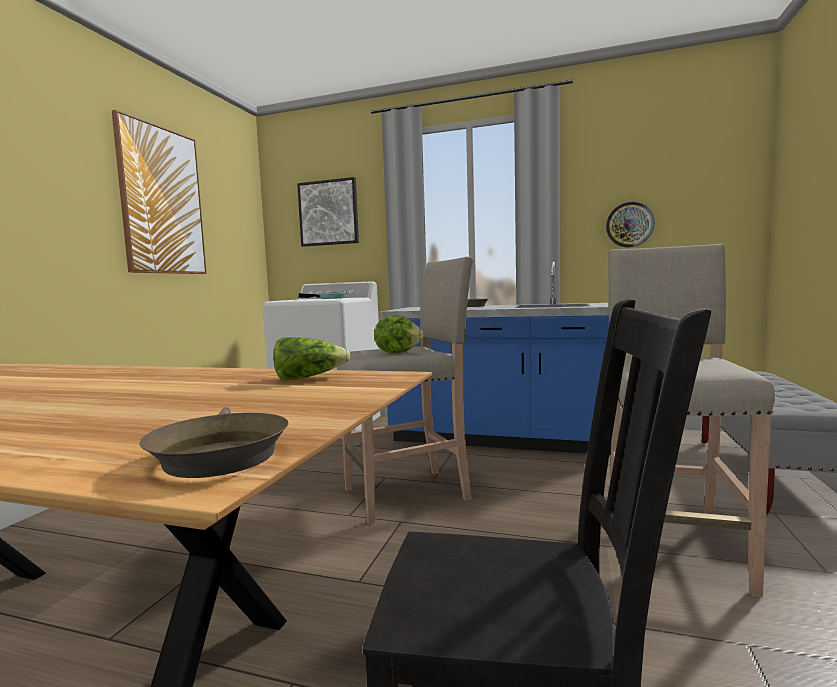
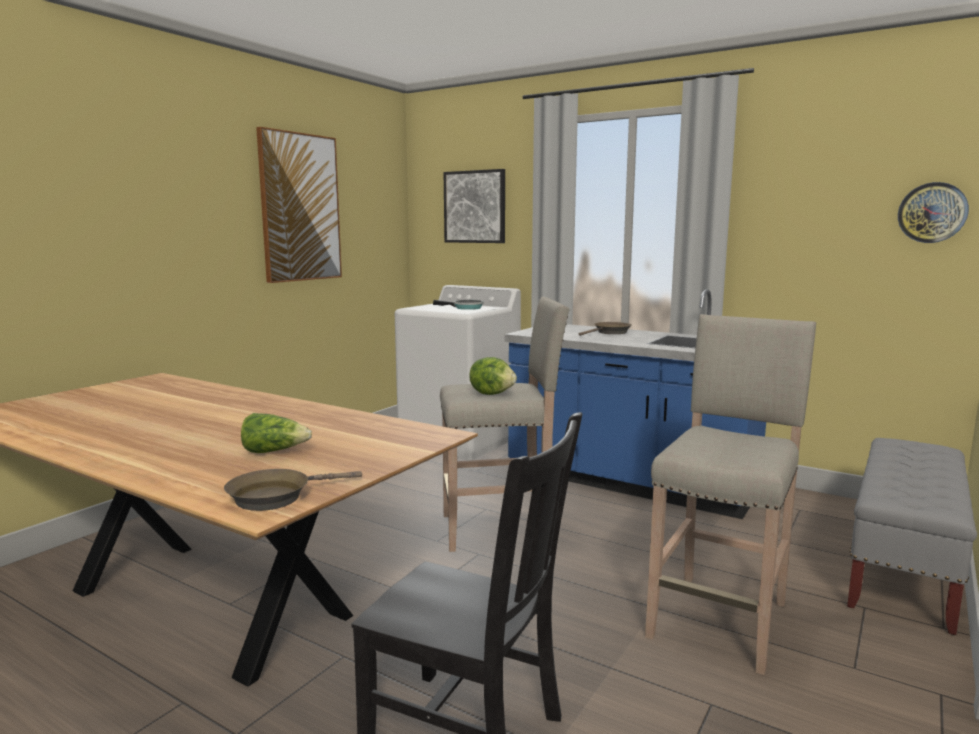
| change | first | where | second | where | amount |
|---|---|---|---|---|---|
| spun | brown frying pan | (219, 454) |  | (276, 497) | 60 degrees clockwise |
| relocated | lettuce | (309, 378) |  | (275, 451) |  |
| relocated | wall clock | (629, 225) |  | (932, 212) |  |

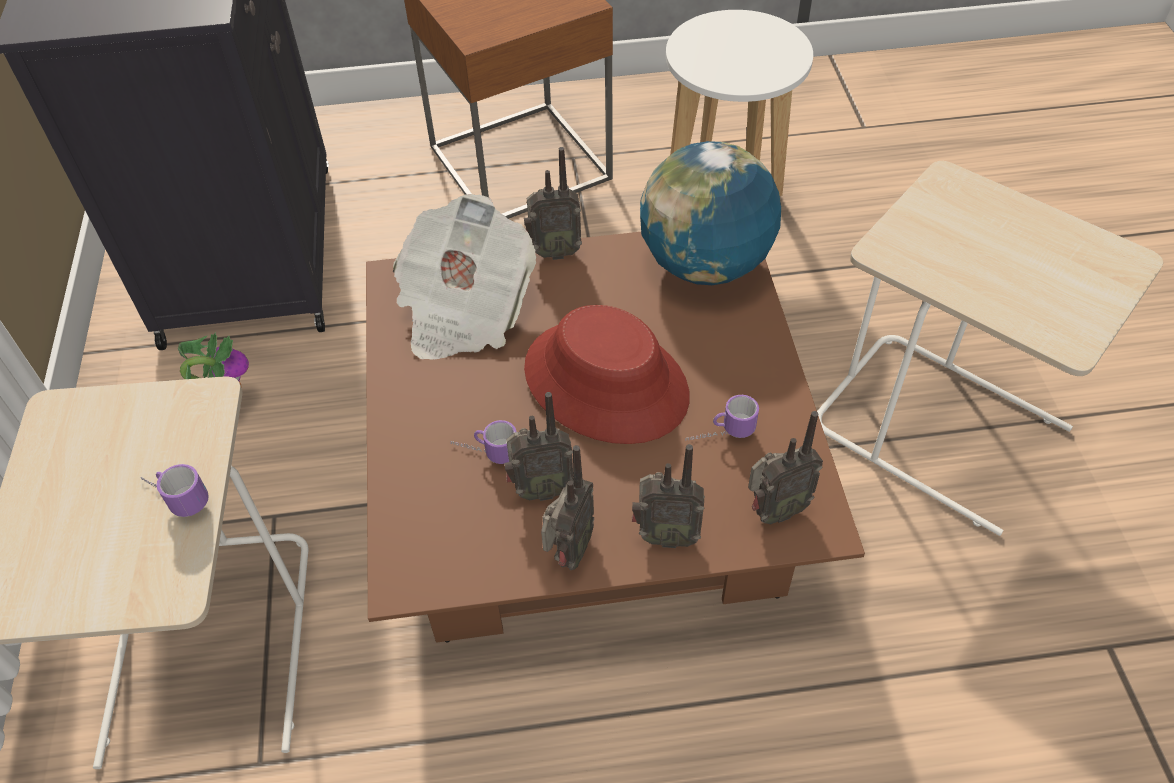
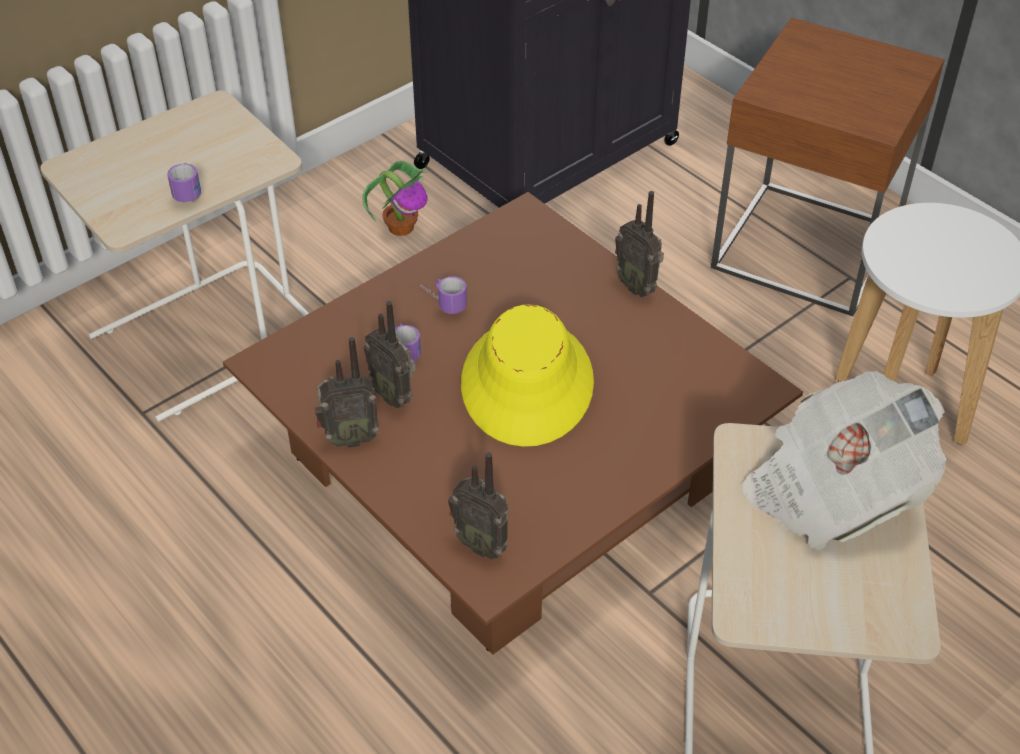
| change | first | where | second | where | amount |
|---|---|---|---|---|---|
| relocated | newspaper | (464, 308) |  | (834, 490) |  |
| colour | red hat | (606, 382) | yellow hat | (528, 383) |  |
| missing | radio | (665, 535) |  |  |  |
| missing | globe | (705, 264) |  |  |  |
| relocated | mug | (719, 434) |  | (441, 302) |  |

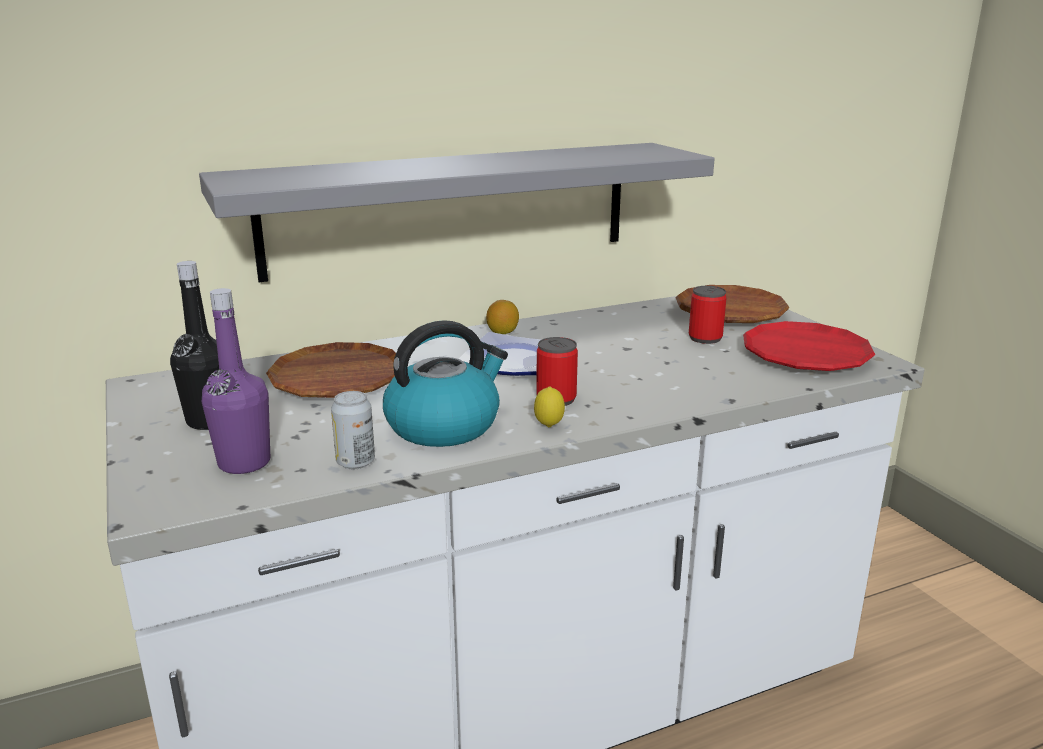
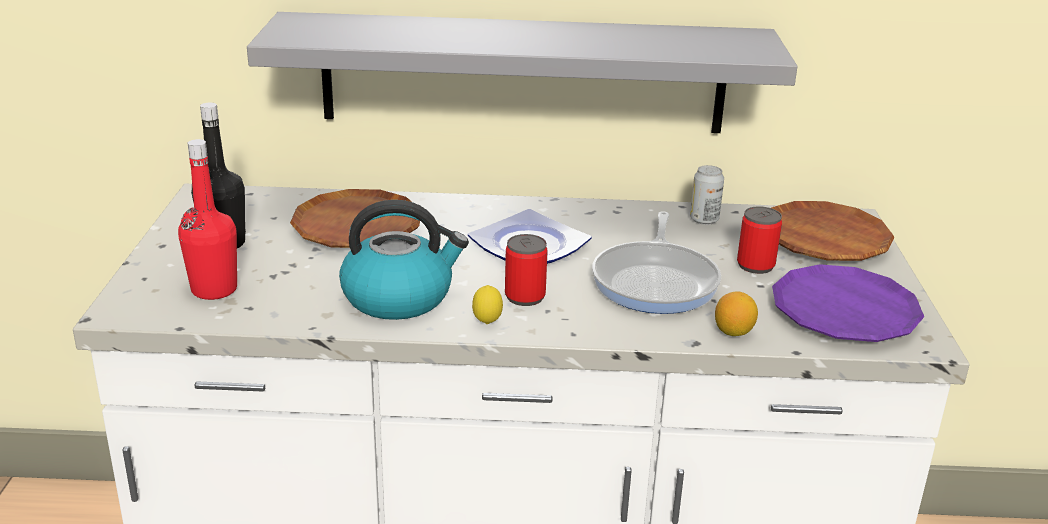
| change | first | where | second | where | amount |
|---|---|---|---|---|---|
| colour | purple bottle | (244, 463) | red bottle | (214, 290) |  |
| relocated | can | (355, 462) |  | (704, 220) |  |
| relocated | lemon | (502, 332) |  | (733, 332) |  |
| colour | red plate | (805, 355) | purple plate | (844, 313) |  |
| appeared |  |  | frying pan | (656, 281) |  |

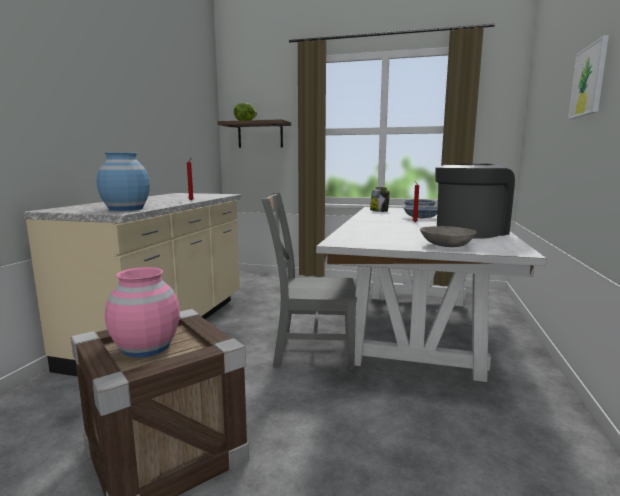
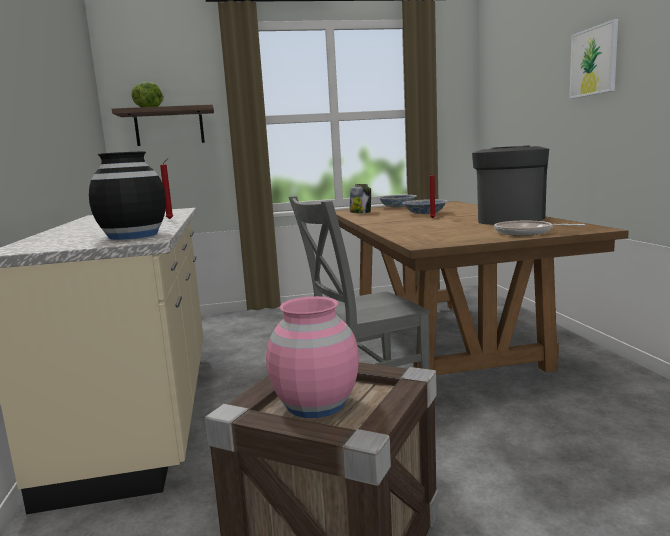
| change | first | where | second | where | amount |
|---|---|---|---|---|---|
| colour | blue vase | (126, 209) | black vase | (133, 236) |  |
| colour | white dining table | (415, 328) | brown dining table | (441, 339) |  |
| exchanged | grey bowl | (446, 245) | frying pan | (526, 232) |  |

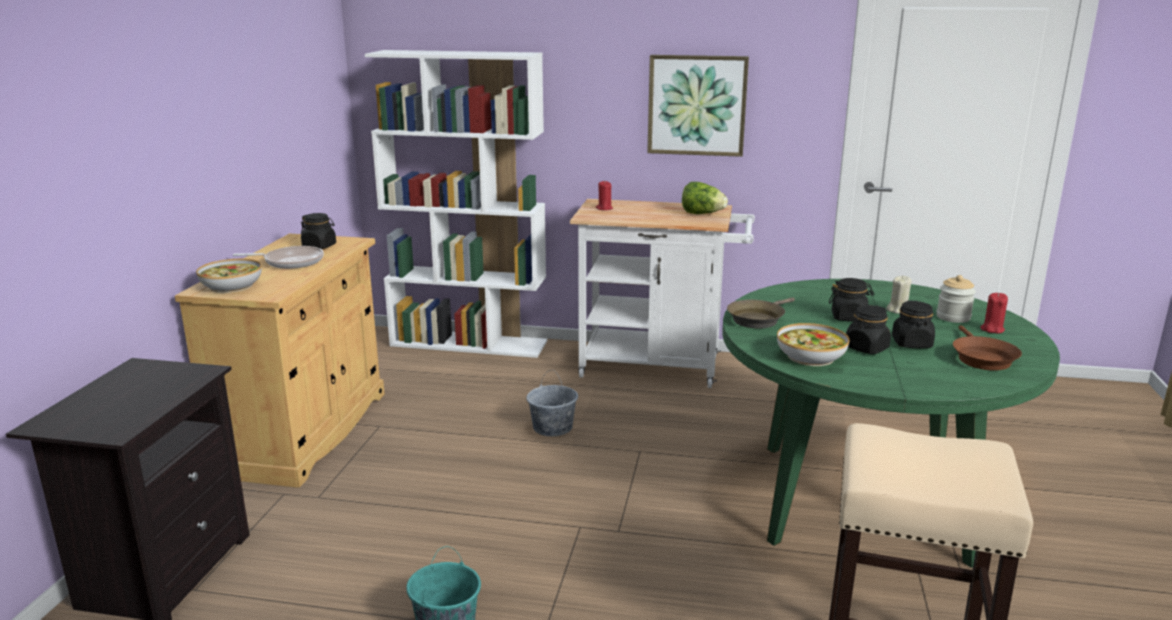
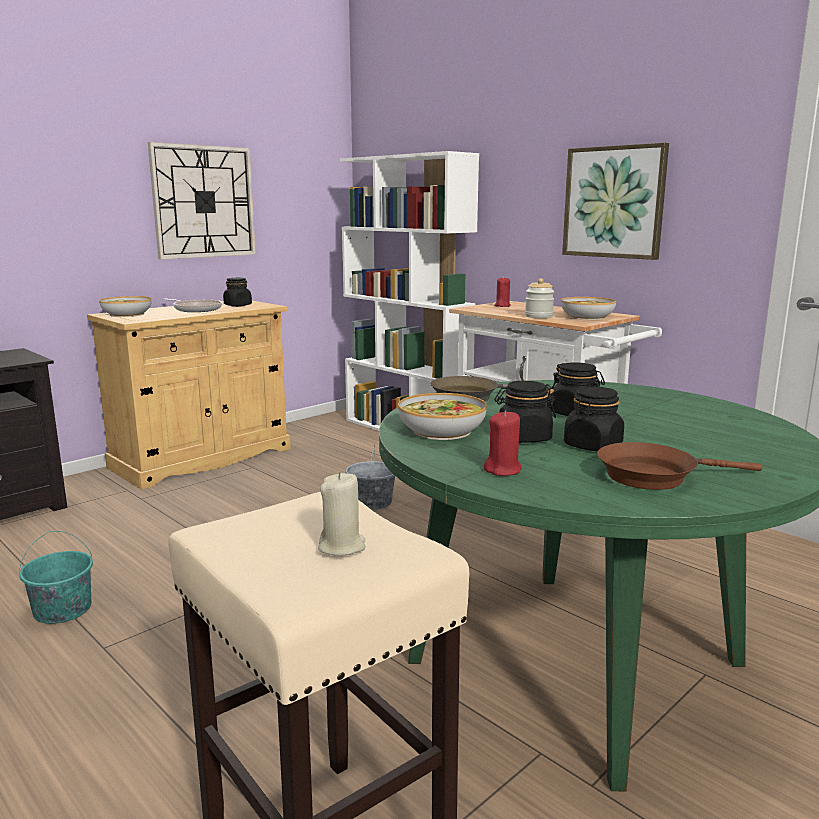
| change | first | where | second | where | amount |
|---|---|---|---|---|---|
| exchanged | lettuce | (702, 214) | bowl | (587, 317) |  |
| relocated | beige candle | (898, 310) |  | (342, 546) |  |
| relocated | jar | (953, 317) |  | (538, 316) |  |
| spun | brown frying pan | (981, 358) |  | (654, 476) | 45 degrees clockwise |
| relocated | red candle | (992, 329) |  | (503, 470) |  |
| appeared |  |  | wall clock | (204, 202) |  |

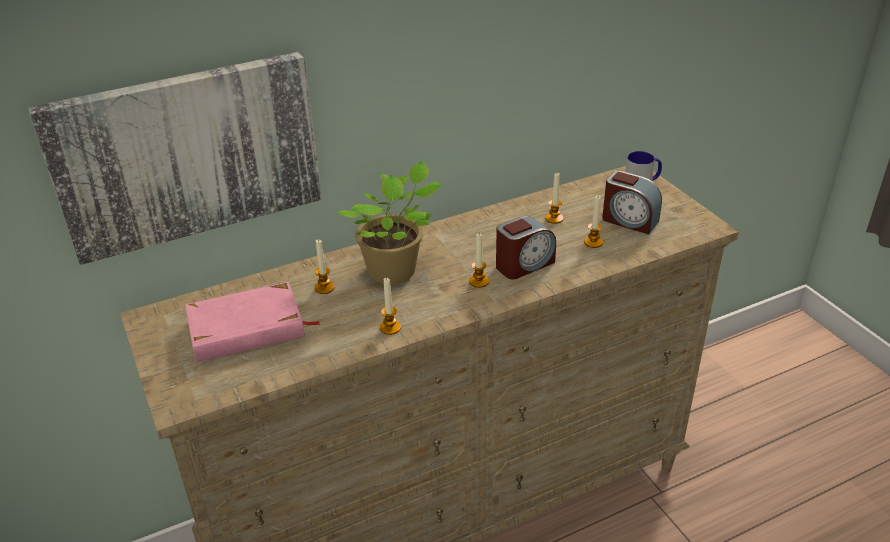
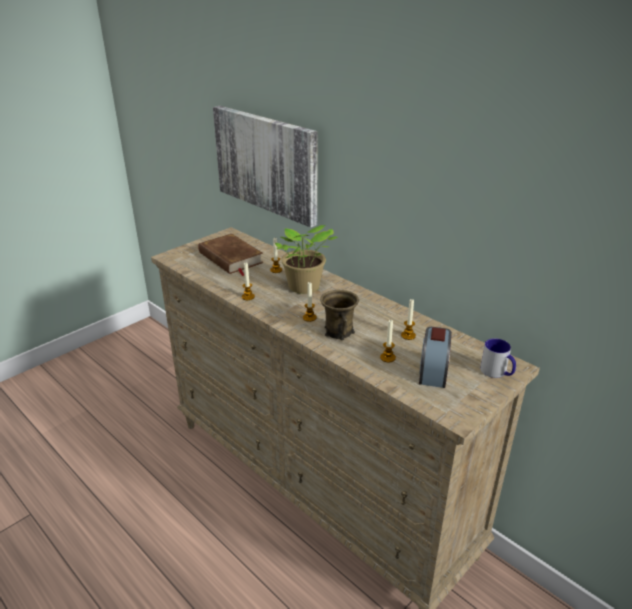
| change | first | where | second | where | amount |
|---|---|---|---|---|---|
| colour | pink book | (247, 329) | brown book | (230, 258) |  |
| exchanged | alarm clock | (524, 265) | brown mug | (339, 332) |  |

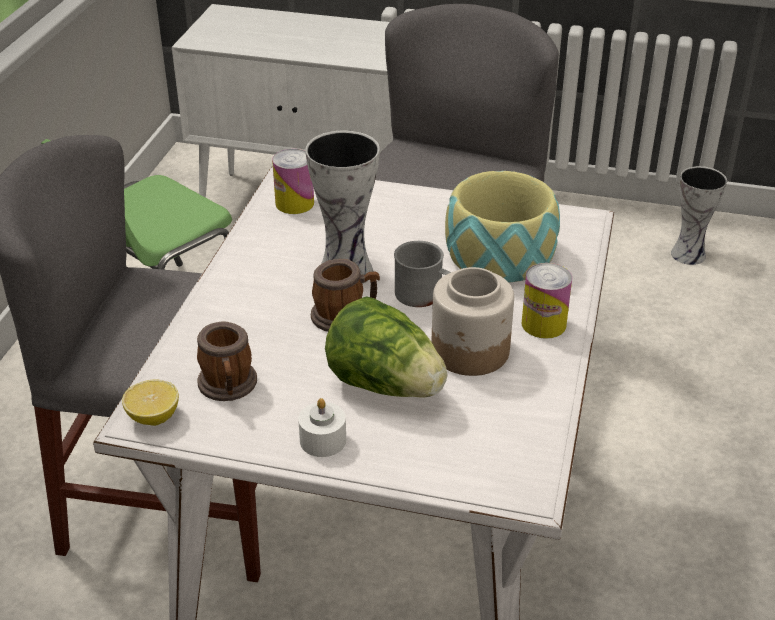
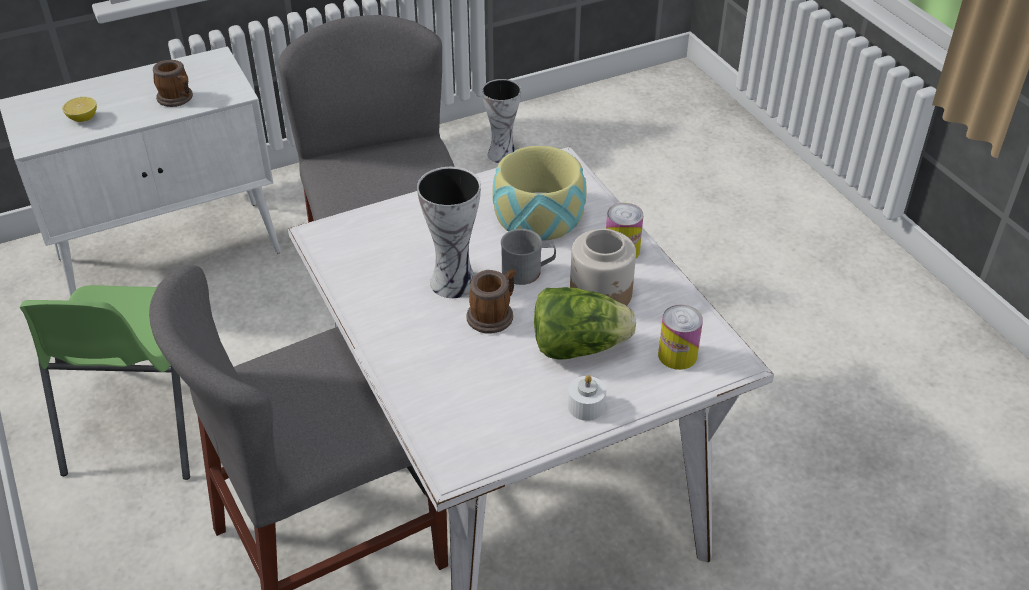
| change | first | where | second | where | amount |
|---|---|---|---|---|---|
| relocated | lemon | (153, 417) |  | (83, 118) |  |
| relocated | mug | (228, 387) |  | (178, 99) |  |
| relocated | can | (294, 203) |  | (677, 355) |  |

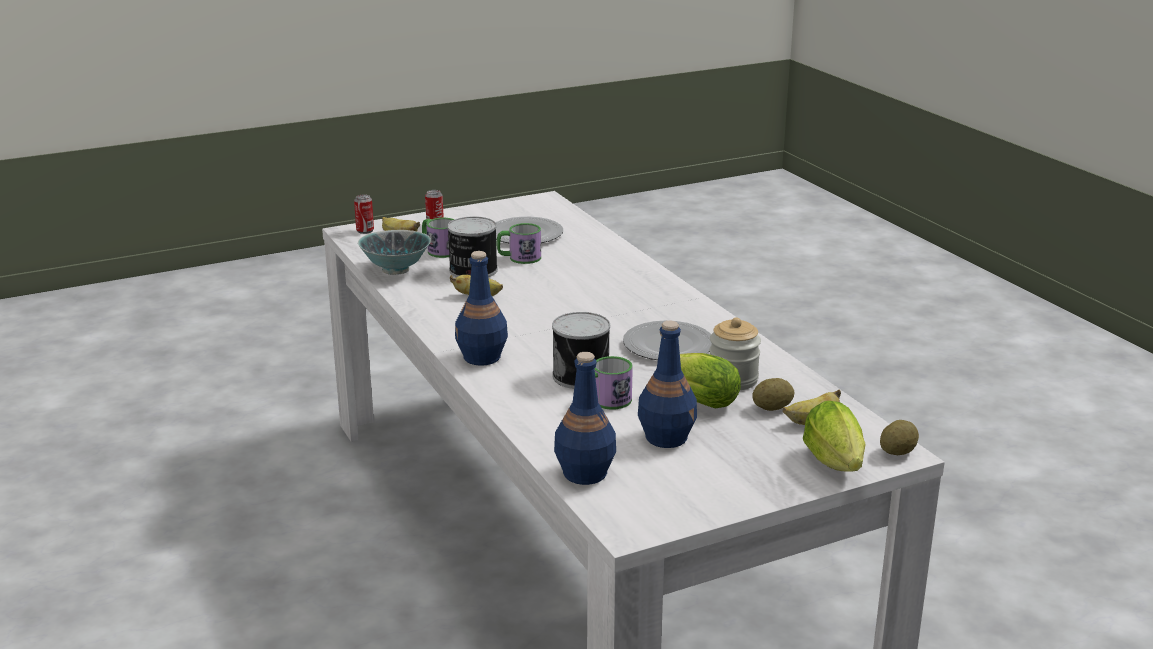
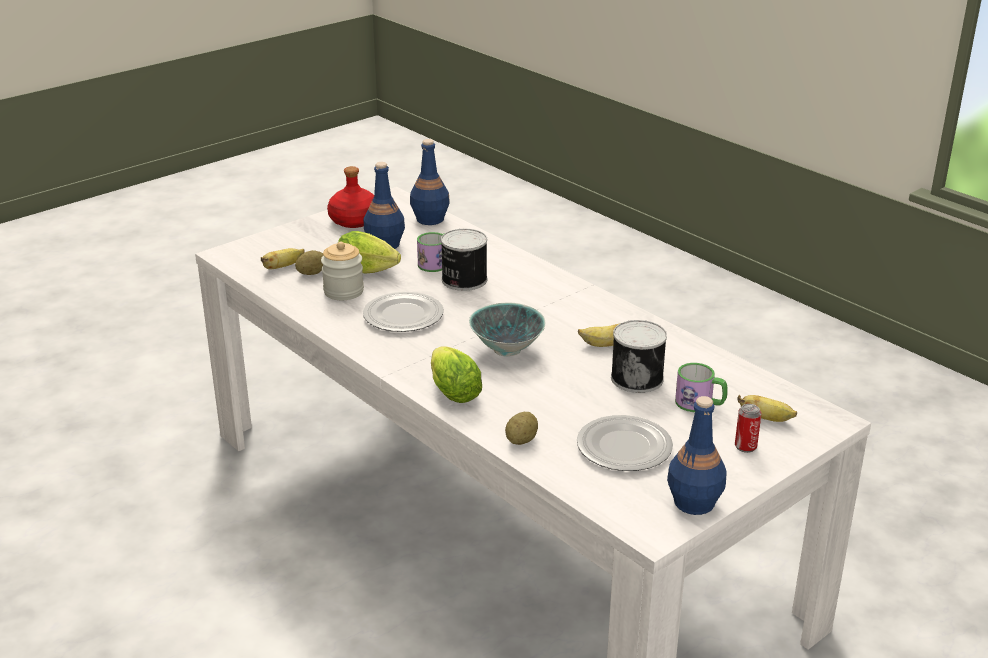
| change | first | where | second | where | amount |
|---|---|---|---|---|---|
| missing | can | (365, 231) |  |  |  |
| relocated | bowl | (396, 271) |  | (506, 349) |  |
| relocated | blue bottle | (482, 357) |  | (693, 502) |  |
| missing | mug | (519, 258) |  |  |  |
| relocated | lettuce | (836, 466) |  | (452, 391) |  |
| relocated | potato | (897, 452) |  | (521, 440) |  |
| appeared |  |  | red bottle | (354, 220) |  |

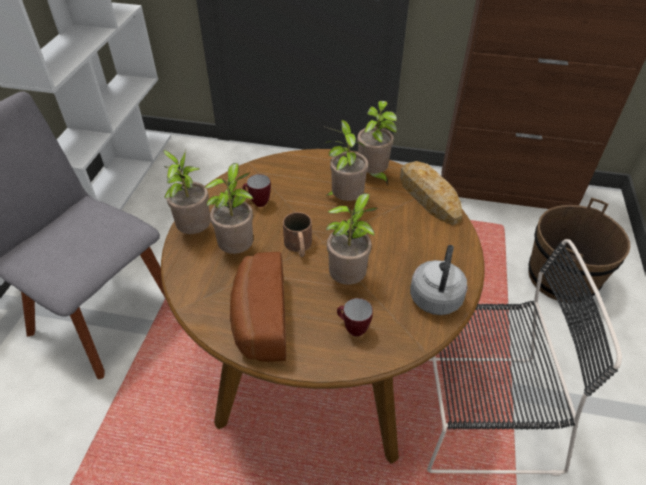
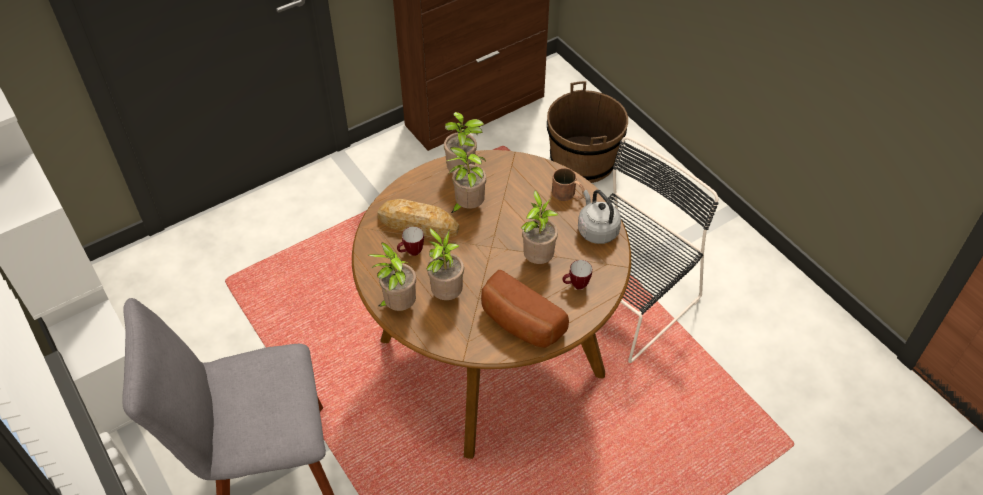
| change | first | where | second | where | amount |
|---|---|---|---|---|---|
| relocated | brown mug | (299, 247) |  | (568, 194) |  |
| relocated | bread | (428, 196) |  | (418, 224) |  |

